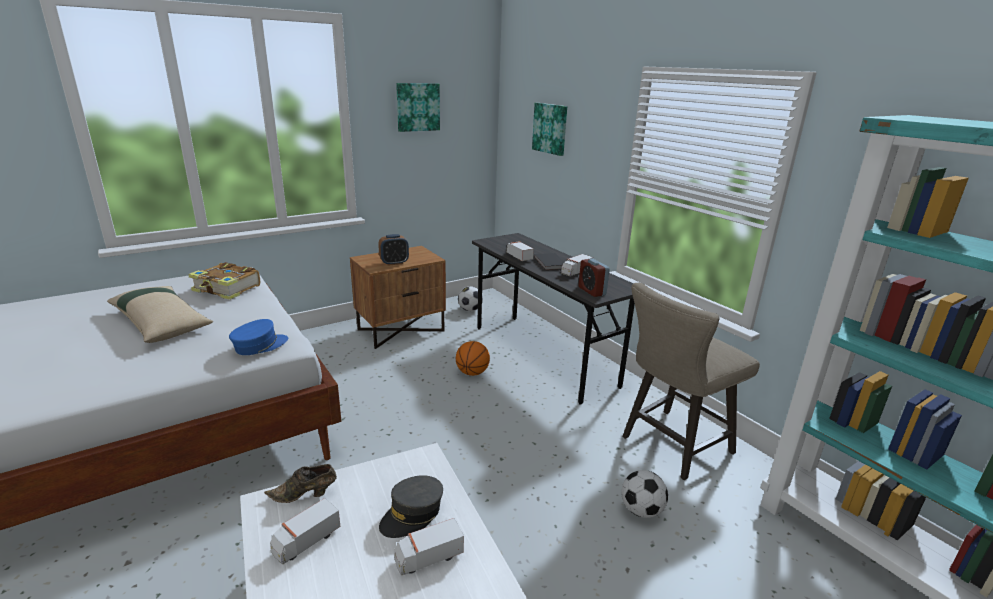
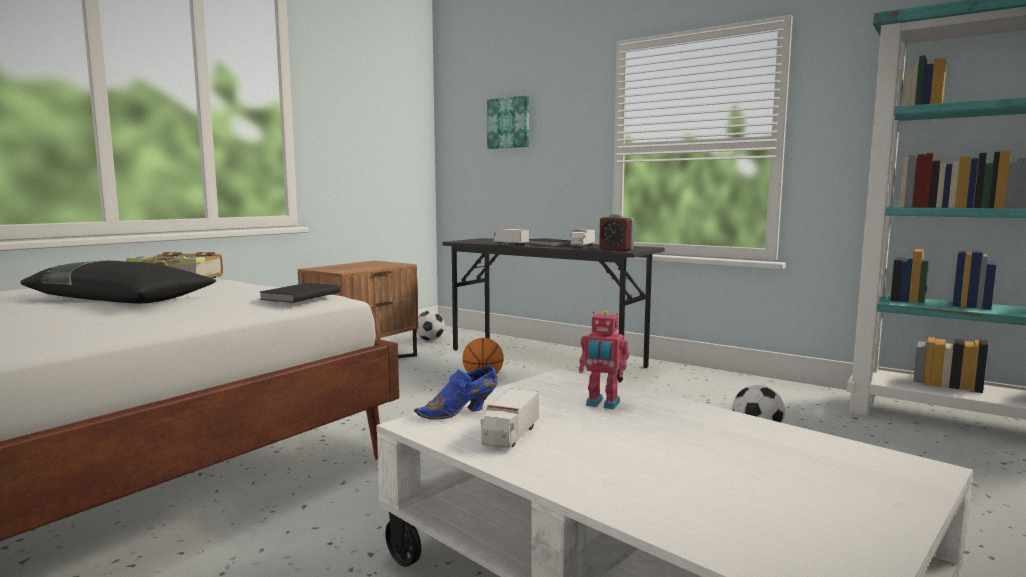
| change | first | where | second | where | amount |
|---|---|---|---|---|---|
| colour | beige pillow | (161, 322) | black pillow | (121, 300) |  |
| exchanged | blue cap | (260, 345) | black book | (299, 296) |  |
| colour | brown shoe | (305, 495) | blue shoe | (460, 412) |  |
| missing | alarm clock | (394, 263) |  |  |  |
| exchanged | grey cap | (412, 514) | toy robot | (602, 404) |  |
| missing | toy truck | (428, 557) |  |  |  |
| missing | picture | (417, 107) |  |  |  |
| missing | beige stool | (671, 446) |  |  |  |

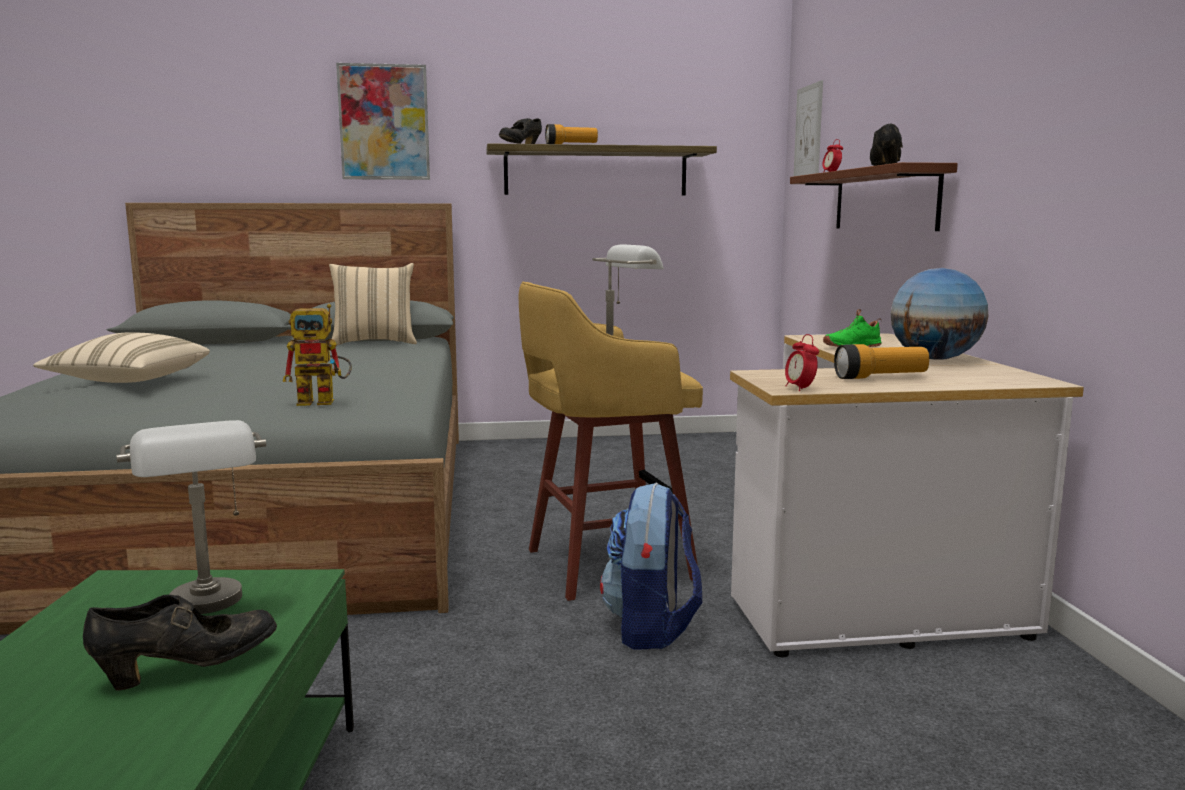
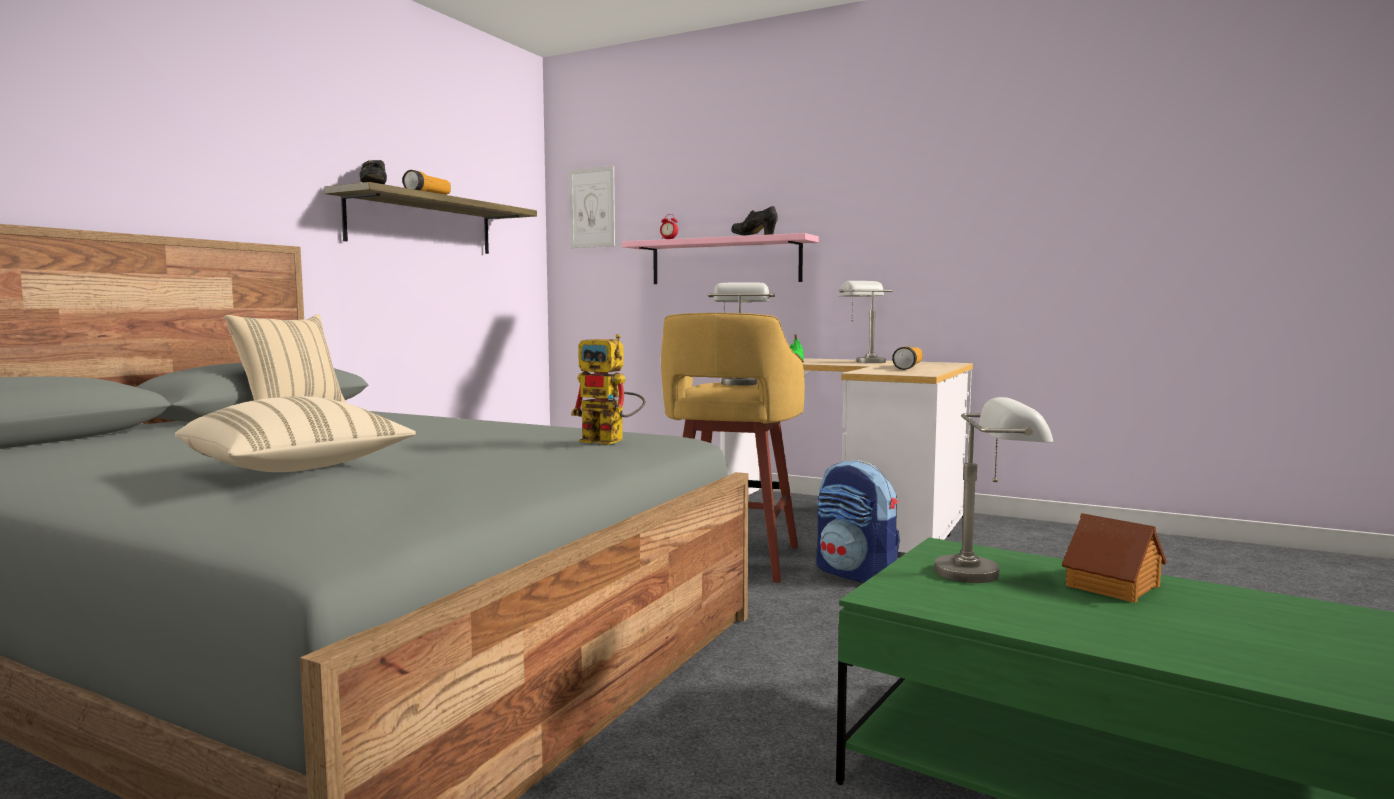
| change | first | where | second | where | amount |
|---|---|---|---|---|---|
| exchanged | black shoe | (189, 669) | toy house | (1114, 586) |  |
| spun | toy robot | (325, 401) |  | (611, 441) | 90 degrees clockwise |
| missing | picture | (384, 122) |  |  |  |
| missing | alarm clock | (800, 389) |  |  |  |
| colour | brown shelf | (884, 200) | pink shelf | (725, 261) |  |
| exchanged | globe | (934, 359) | grey table lamp | (863, 361) |  |

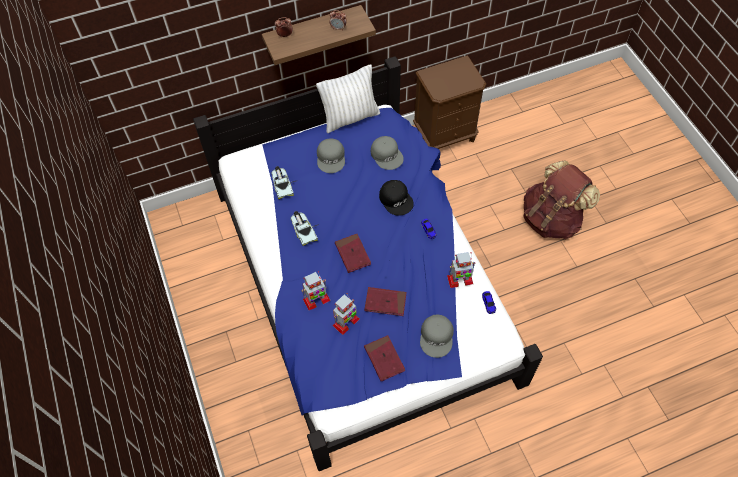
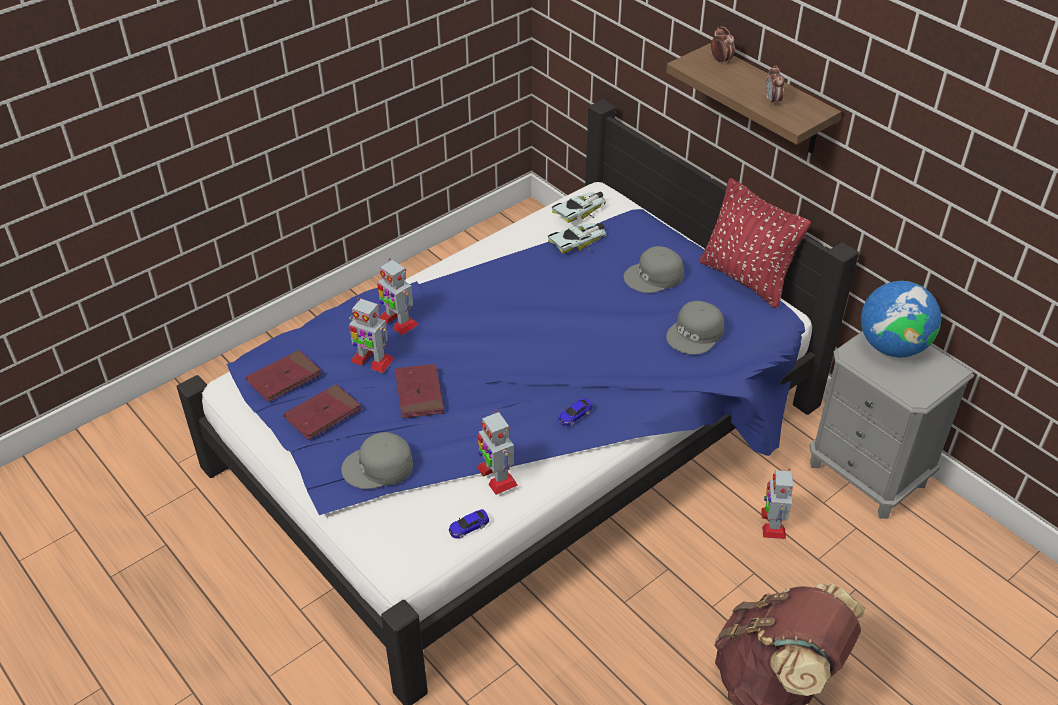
| change | first | where | second | where | amount |
|---|---|---|---|---|---|
| relocated | toy car | (304, 229) |  | (581, 210) |  |
| colour | white pillow | (350, 118) | red pillow | (746, 279) |  |
| relocated | red book | (352, 254) |  | (284, 378) |  |
| missing | black cap | (396, 199) |  |  |  |
| colour | brown nightstand | (445, 135) | grey nightstand | (868, 474) |  |
| appeared |  |  | toy robot | (773, 523) |  |
| appeared |  |  | globe | (892, 346) |  |

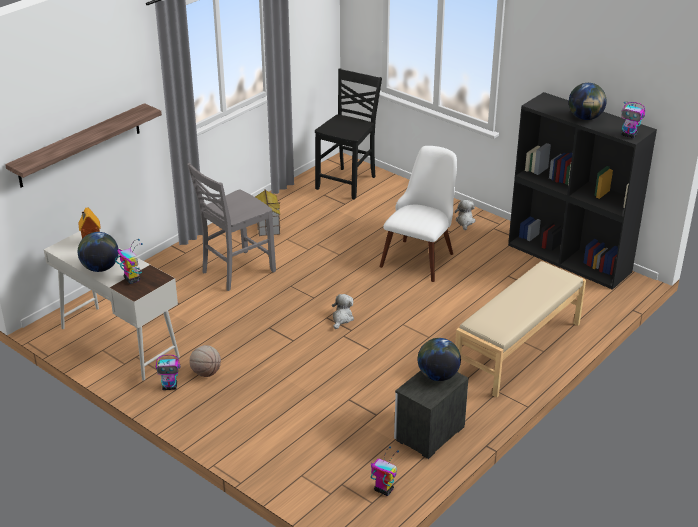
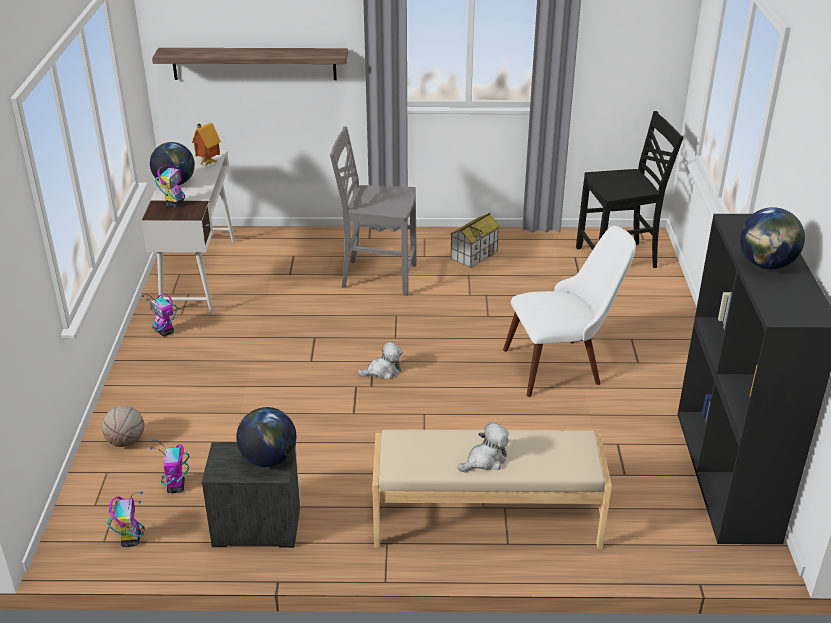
| change | first | where | second | where | amount |
|---|---|---|---|---|---|
| relocated | basketball | (206, 373) |  | (126, 441) |  |
| relocated | plush toy | (465, 222) |  | (485, 460) |  |
| relocated | toy robot | (629, 135) |  | (176, 487) |  |

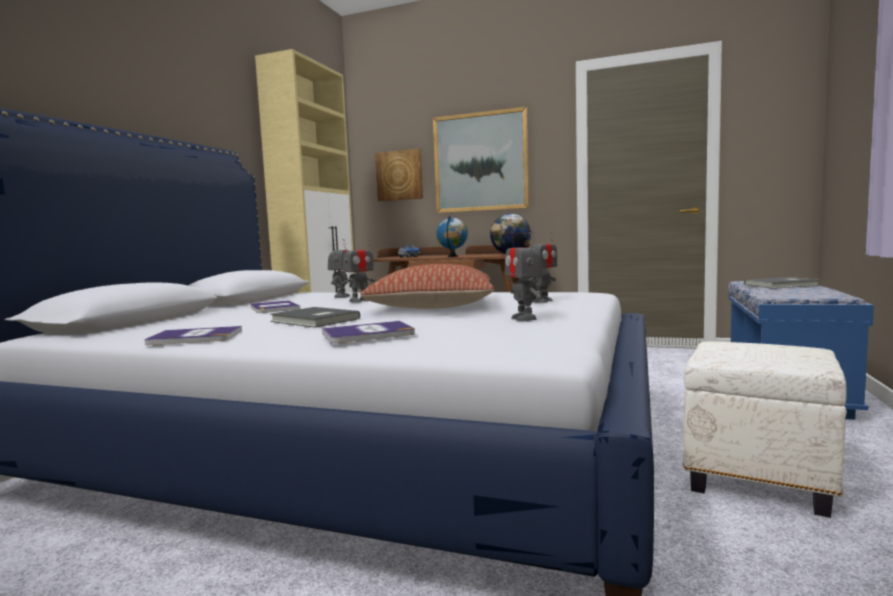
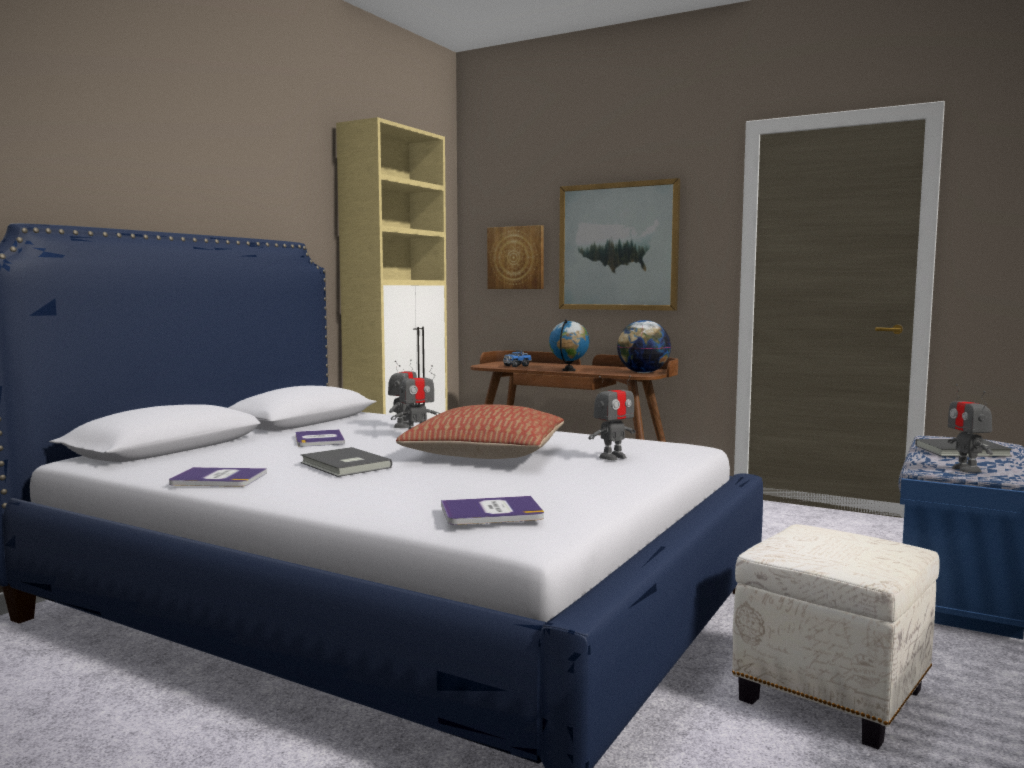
| change | first | where | second | where | amount |
|---|---|---|---|---|---|
| relocated | book | (368, 334) |  | (491, 512) |  |
| relocated | toy robot | (524, 318) |  | (966, 469) |  |

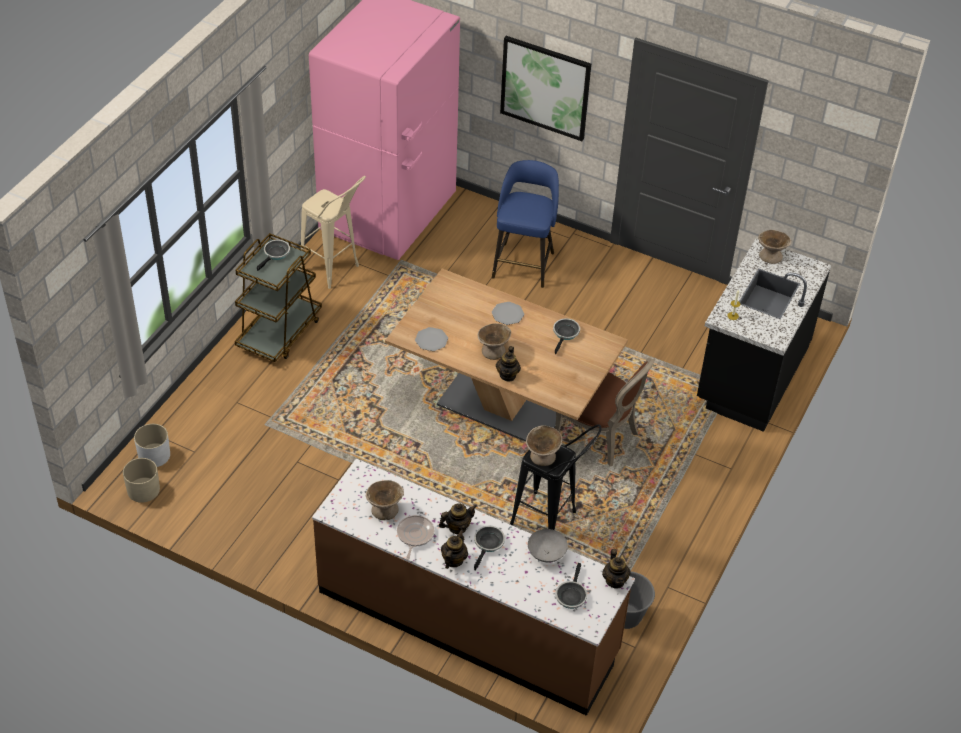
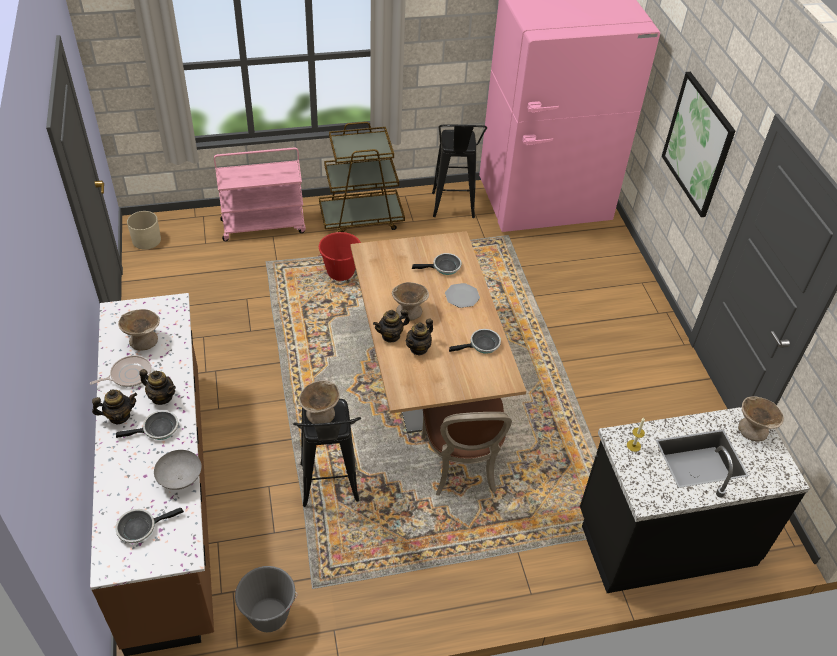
| change | first | where | second | where | amount |
|---|---|---|---|---|---|
| missing | white planter | (154, 455) |  |  |  |
| relocated | frying pan | (275, 254) |  | (444, 267) |  |
| colour | beige stool | (335, 272) | black stool | (453, 210) |  |
| missing | plate | (431, 340) |  |  |  |
| missing | blue stool | (523, 263) |  |  |  |
| relocated | teapot | (615, 581) |  | (419, 348) |  |
| appeared |  |  | pink cart | (264, 226) |  |
| appeared |  |  | red bucket | (340, 272) |  |

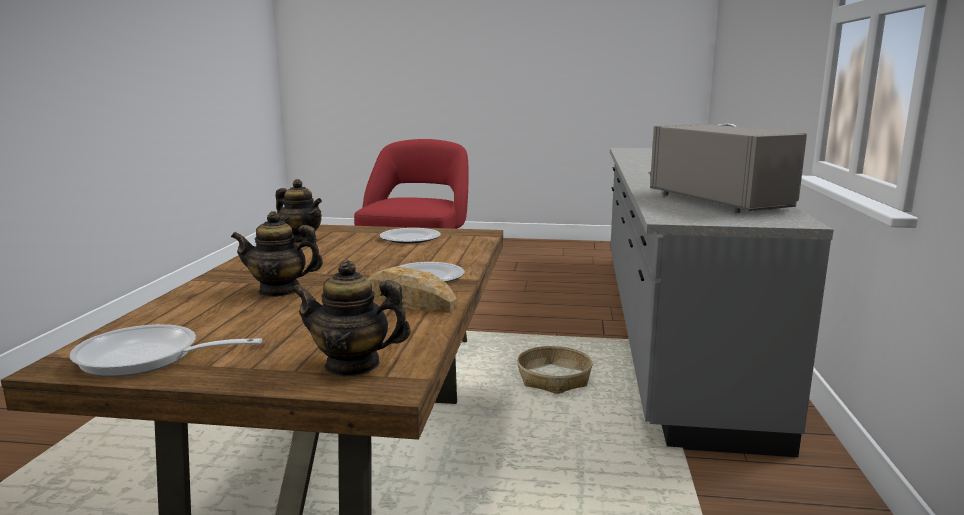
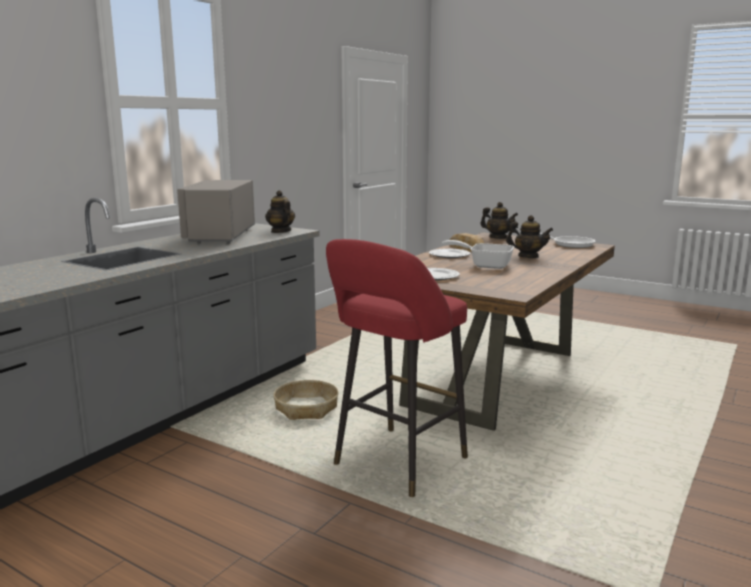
| change | first | where | second | where | amount |
|---|---|---|---|---|---|
| relocated | teapot | (301, 240) |  | (280, 231) |  |
| appeared |  |  | frying pan | (485, 265) |  |

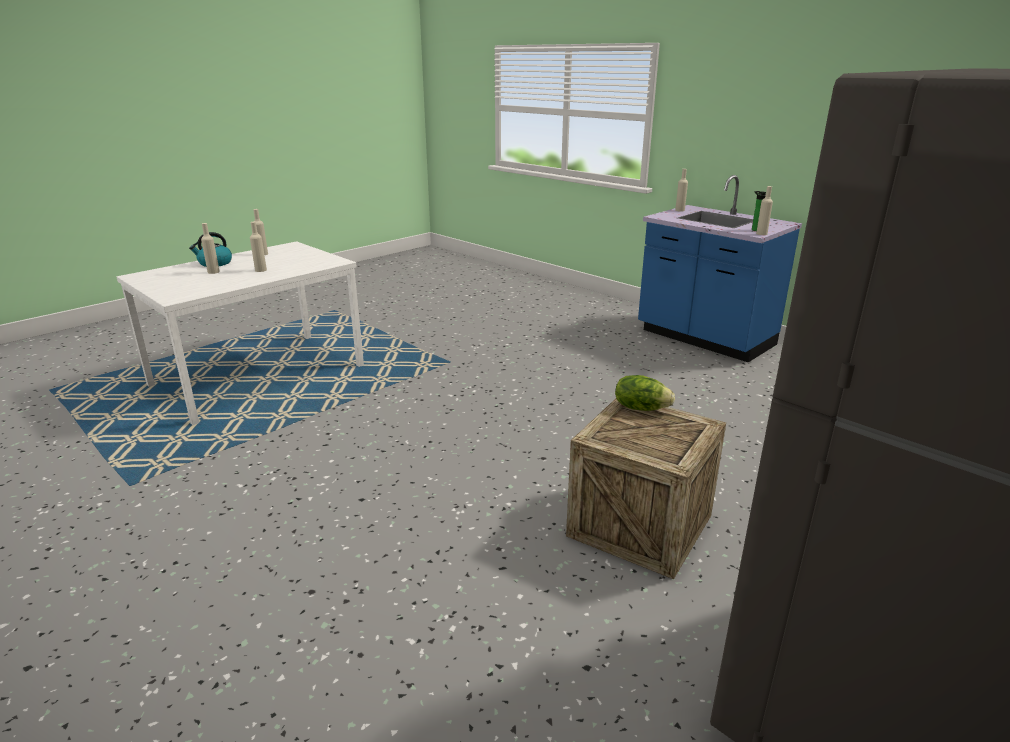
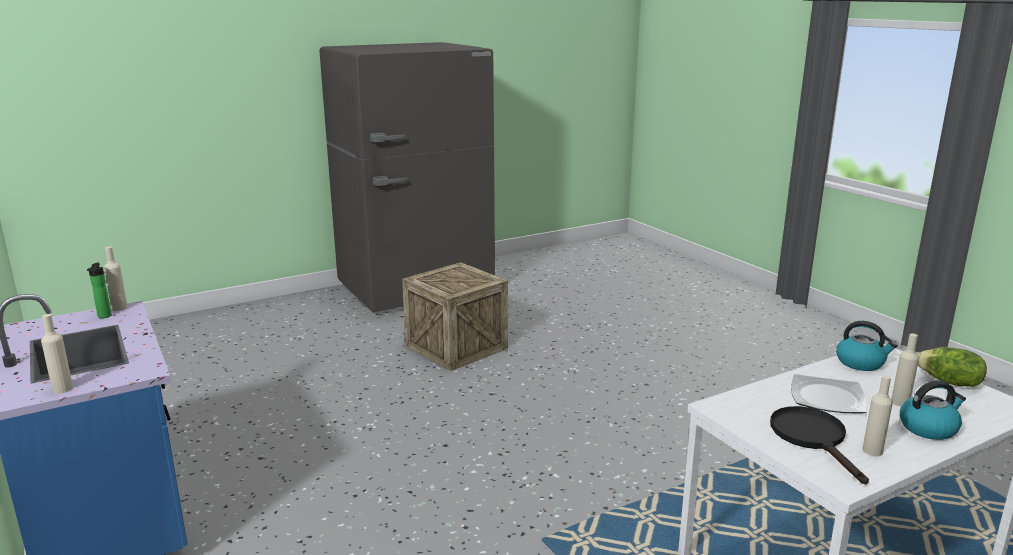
| change | first | where | second | where | amount |
|---|---|---|---|---|---|
| exchanged | beige bottle | (260, 270) | plate | (828, 398) |  |
| relocated | lettuce | (641, 408) |  | (949, 382) |  |
| appeared |  |  | black frying pan | (813, 438) |  |
| appeared |  |  | kettle | (861, 363) |  |

